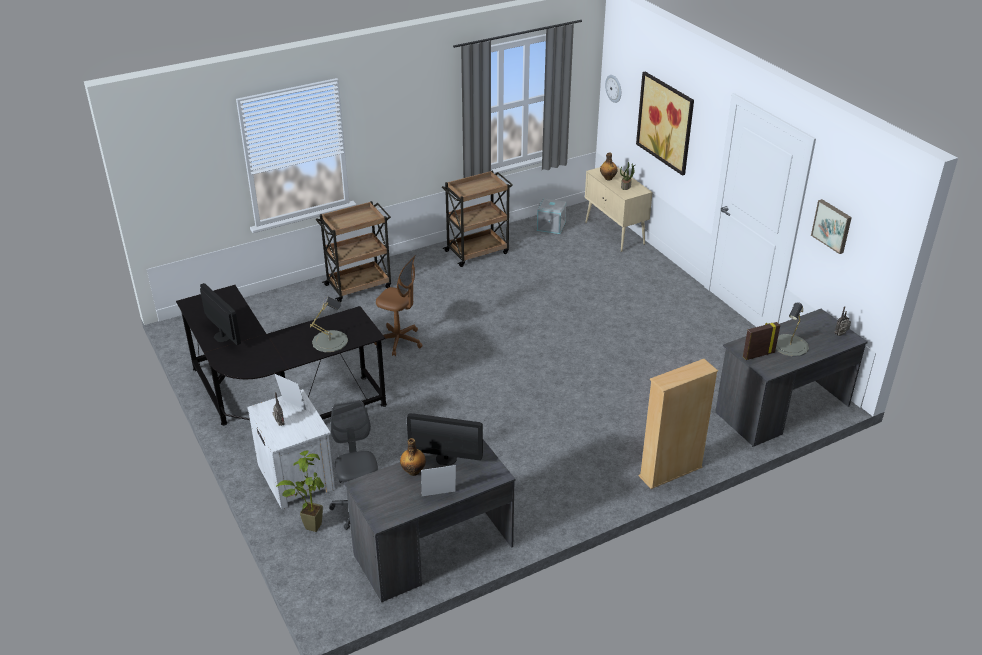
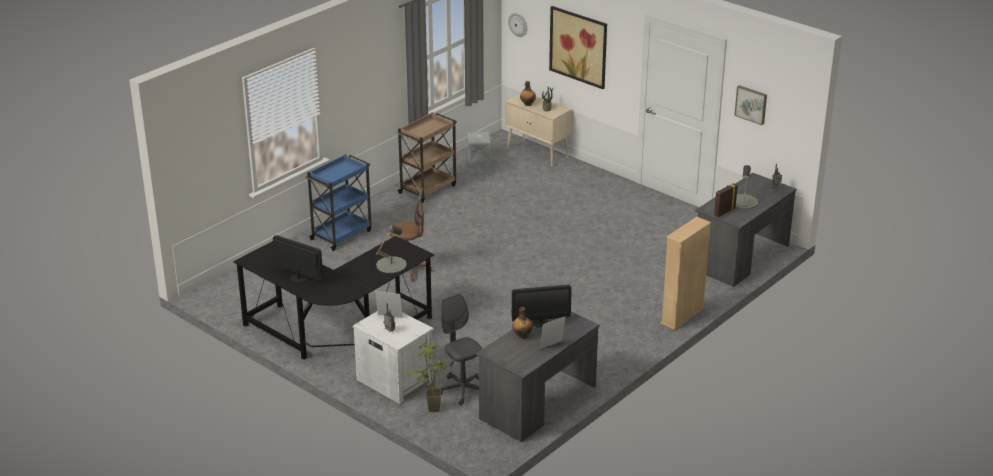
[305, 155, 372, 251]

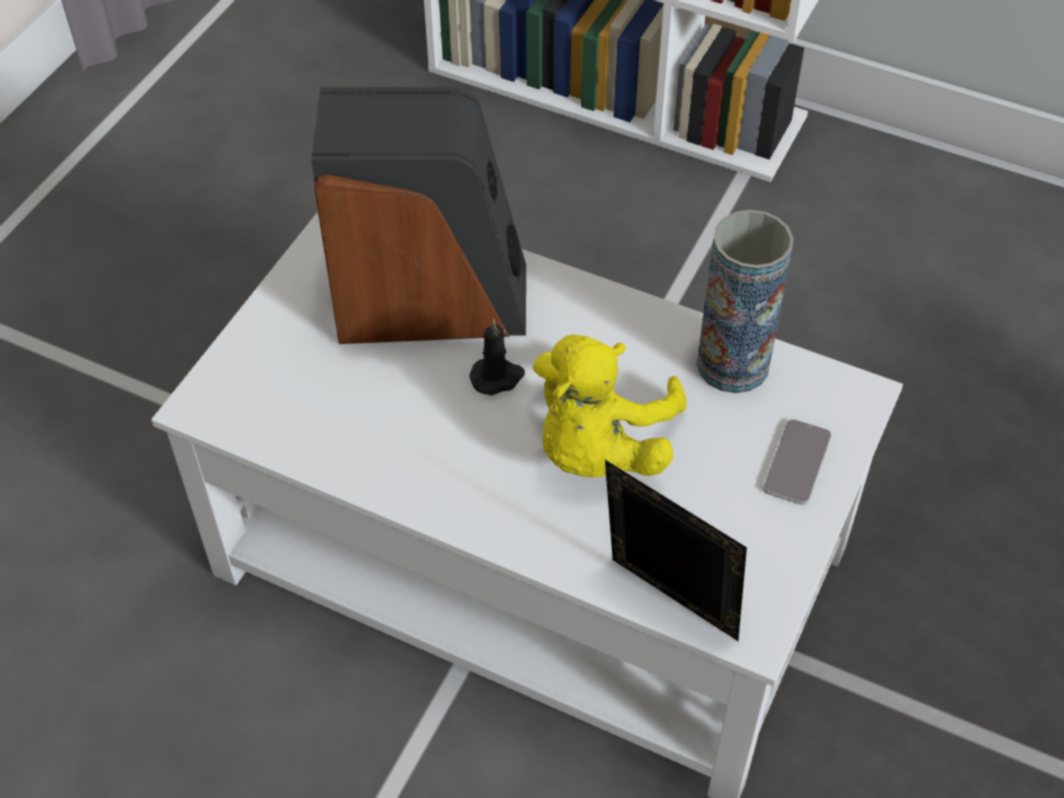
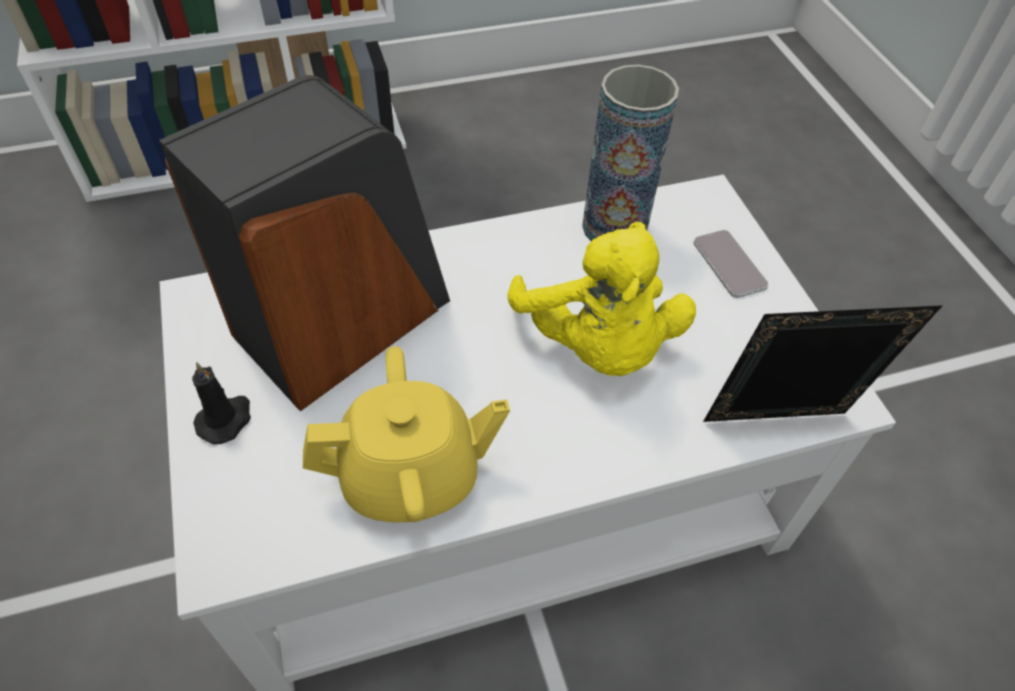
[192, 362, 251, 444]
[303, 346, 510, 522]

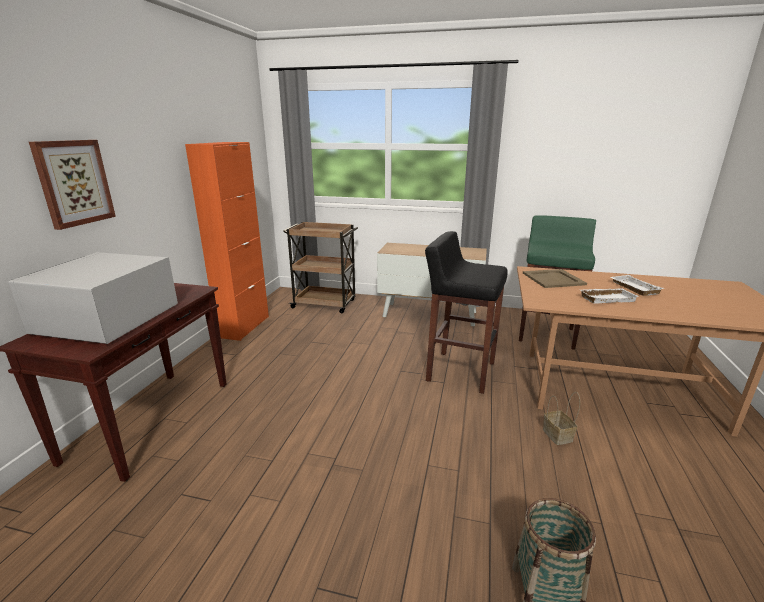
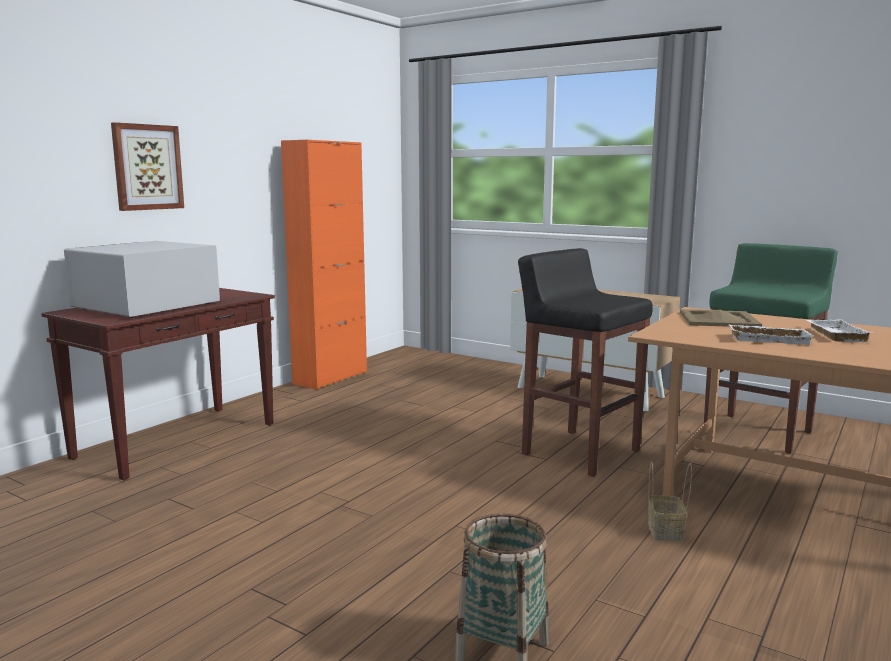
[283, 222, 358, 313] (first image)

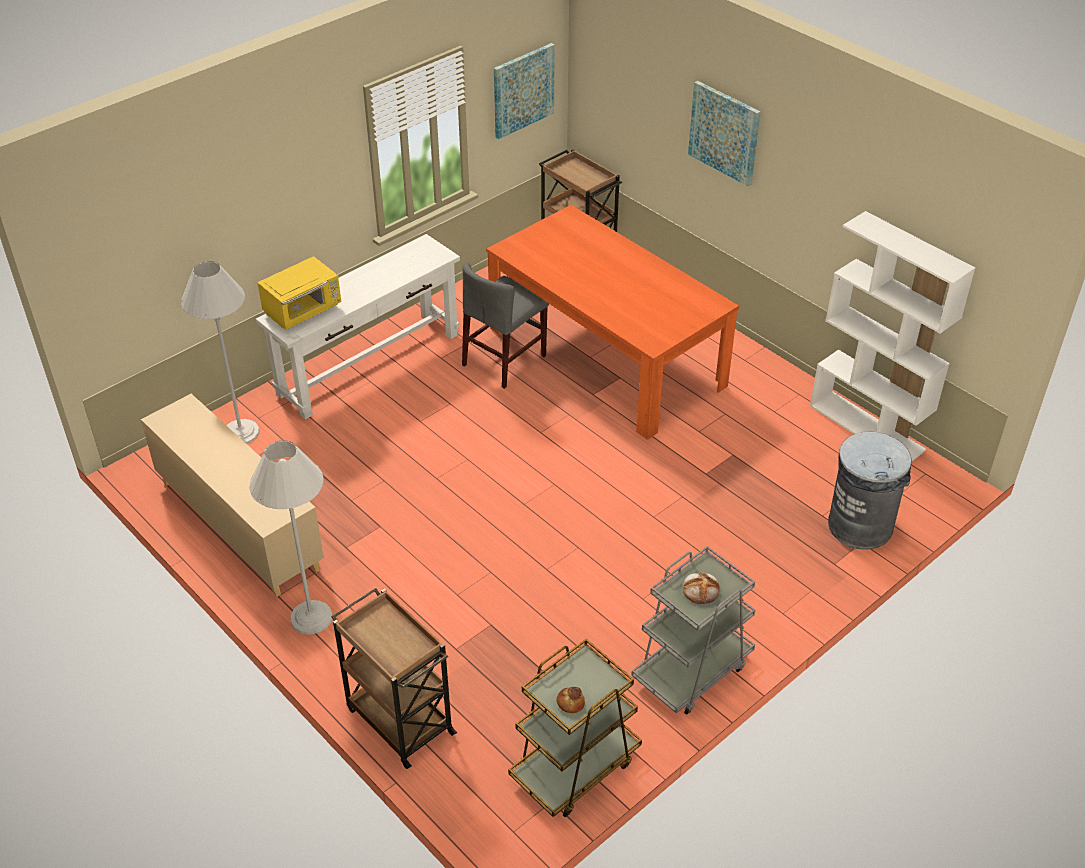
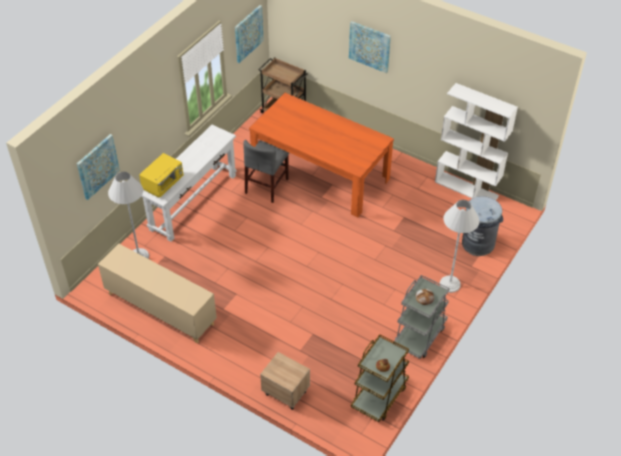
[440, 200, 479, 293]
[260, 352, 310, 410]
[77, 134, 120, 200]

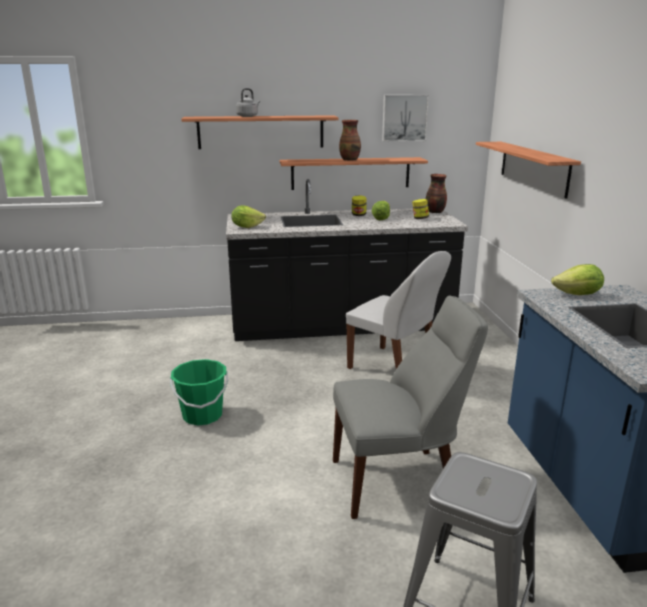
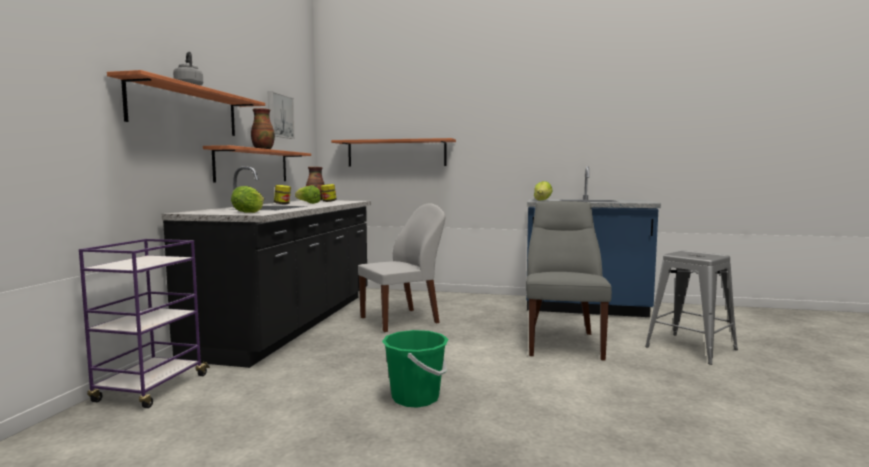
[79, 239, 210, 408]

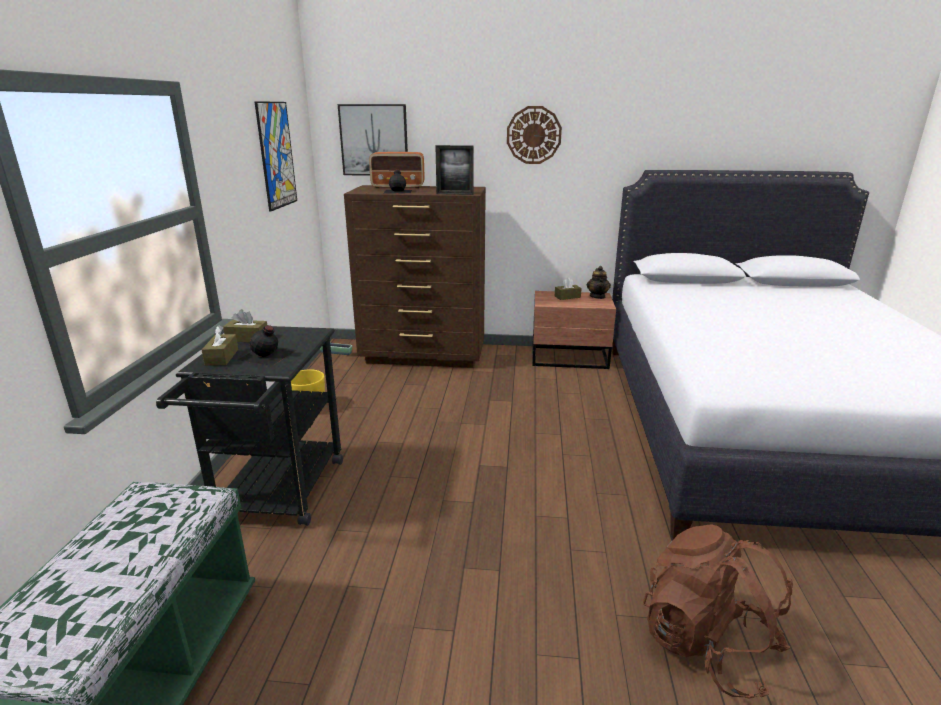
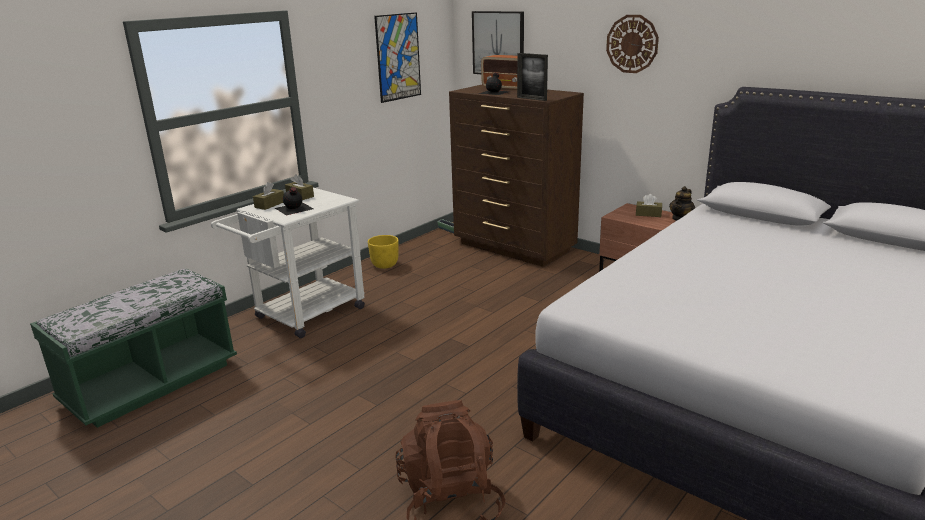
[211, 188, 365, 338]

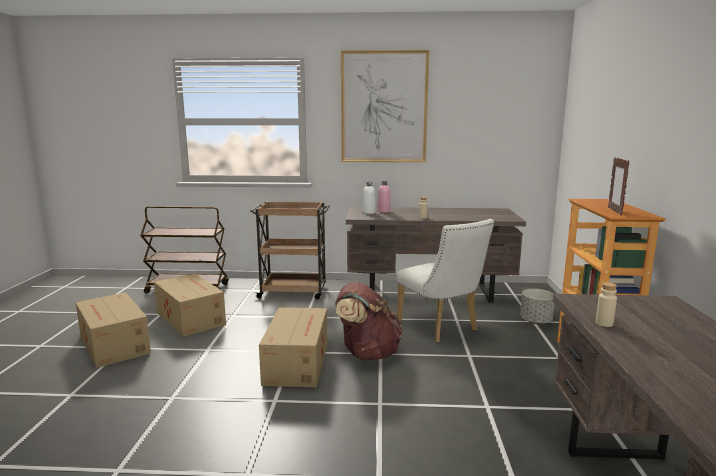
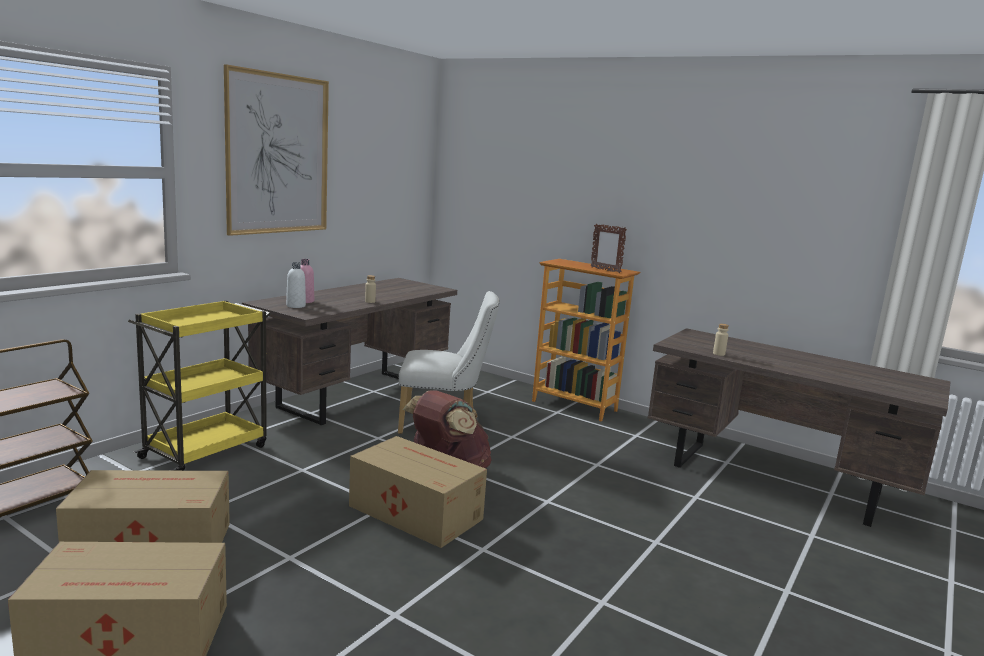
[128, 300, 271, 471]
[520, 289, 554, 324] (first image)

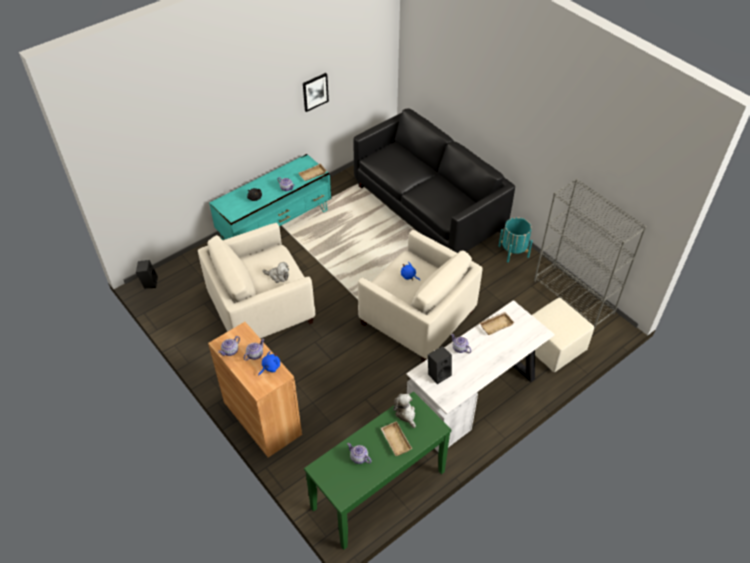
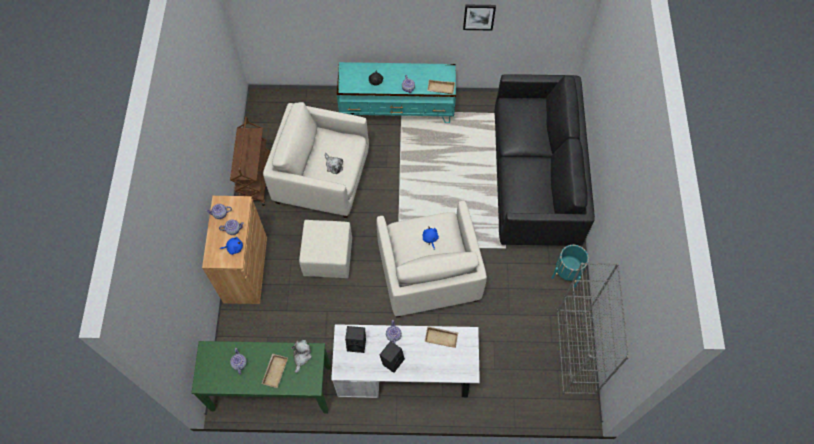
[380, 341, 405, 373]
[299, 220, 352, 278]
[230, 117, 270, 206]

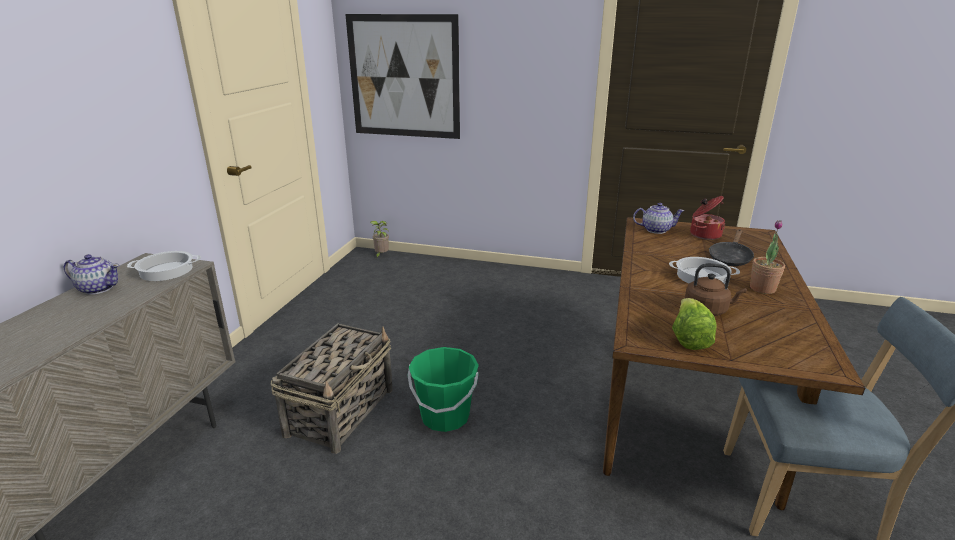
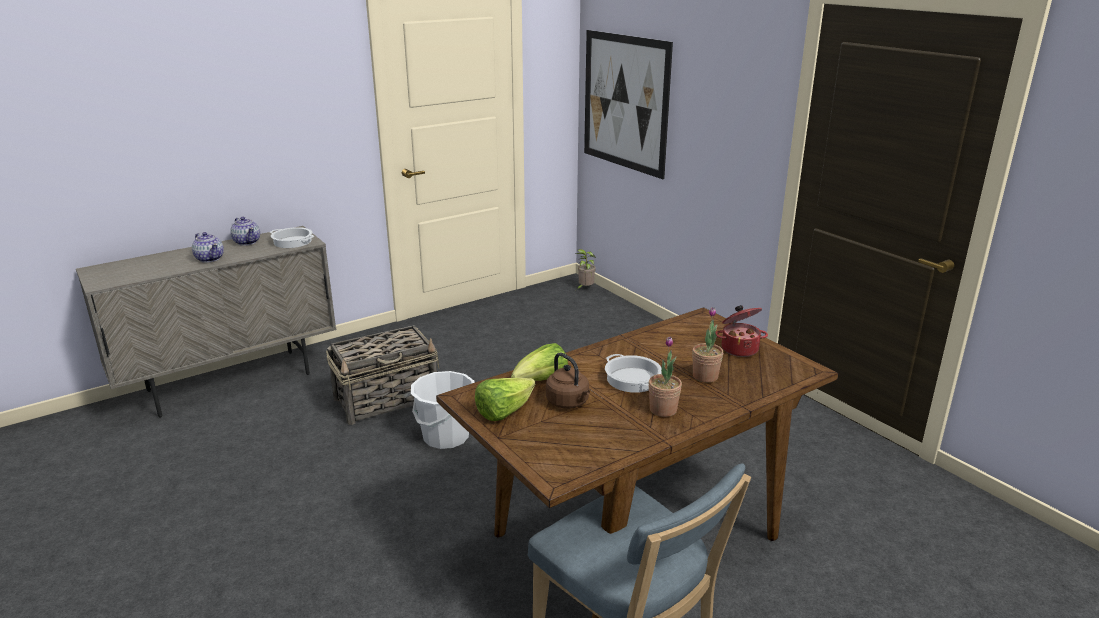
[192, 232, 224, 262]
[692, 307, 723, 383]
[411, 371, 475, 449]
[511, 343, 568, 381]

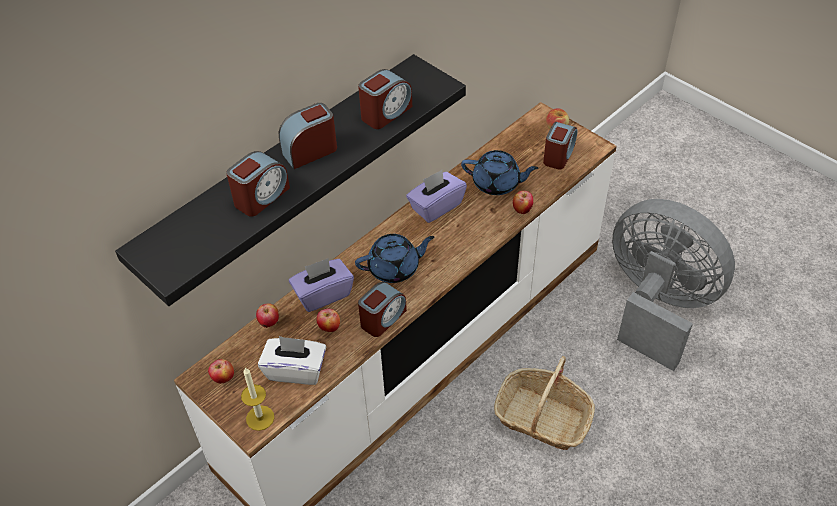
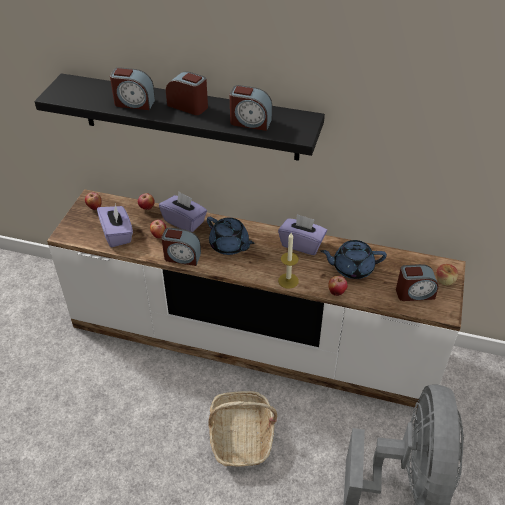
[320, 240, 387, 279]
[97, 204, 133, 247]
[278, 233, 299, 289]

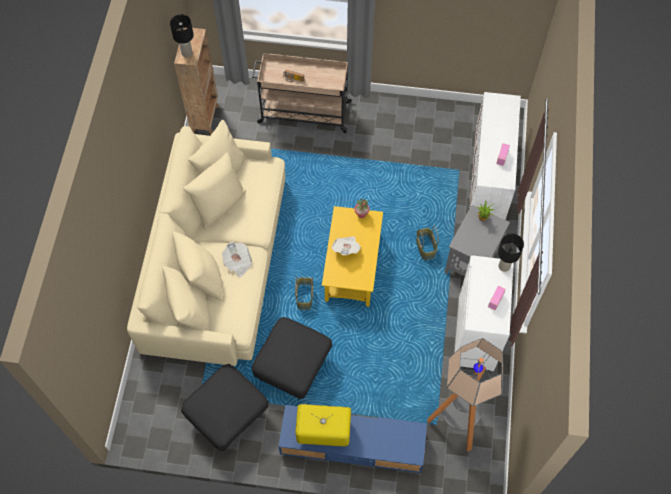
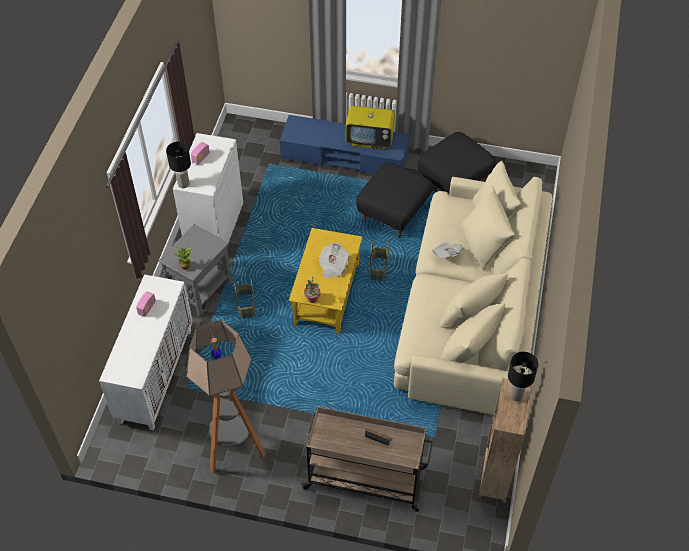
[186, 320, 265, 473]

